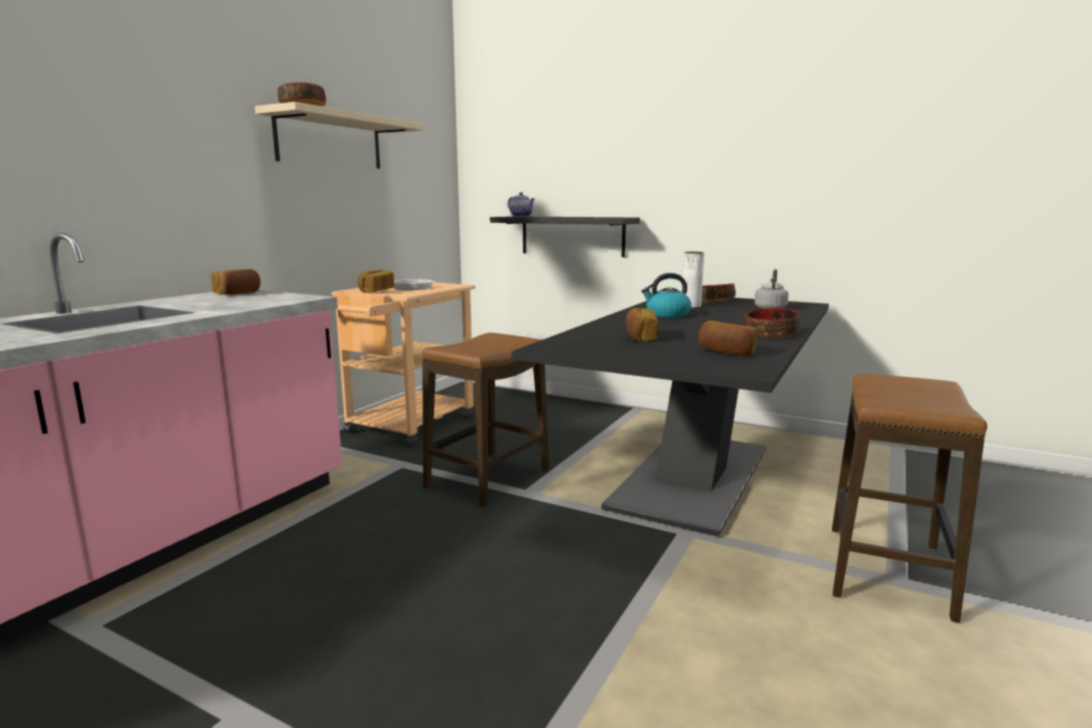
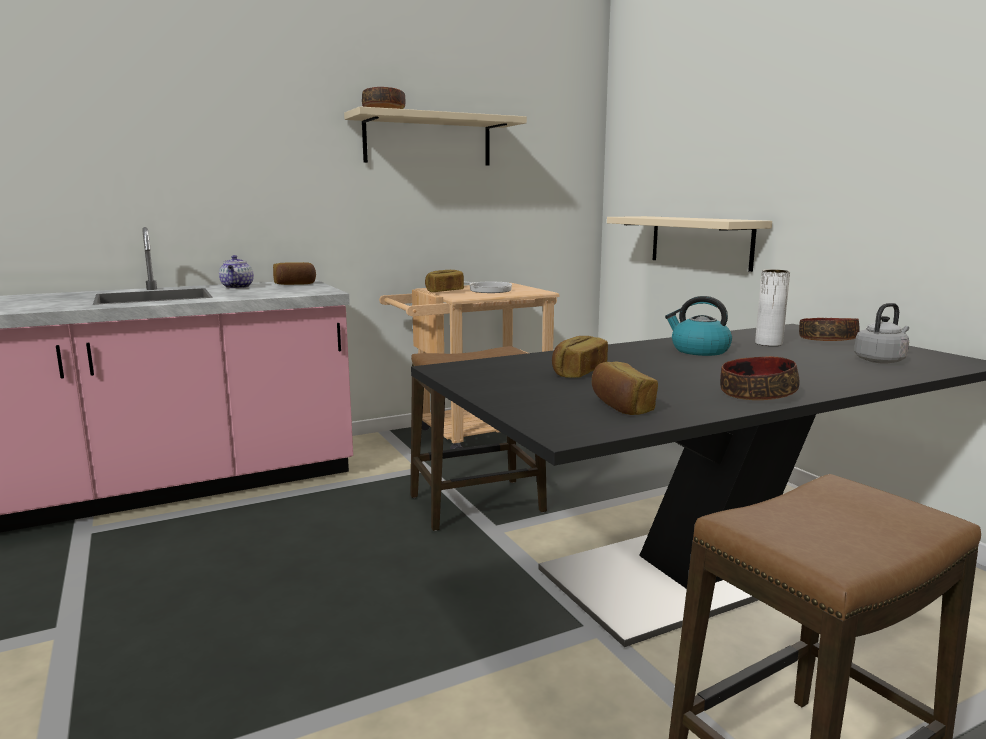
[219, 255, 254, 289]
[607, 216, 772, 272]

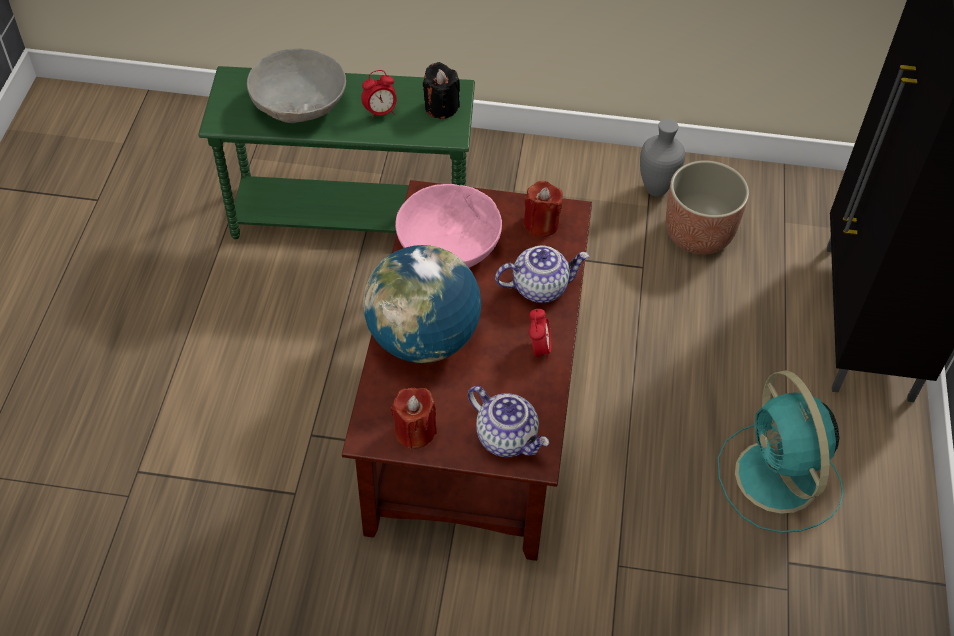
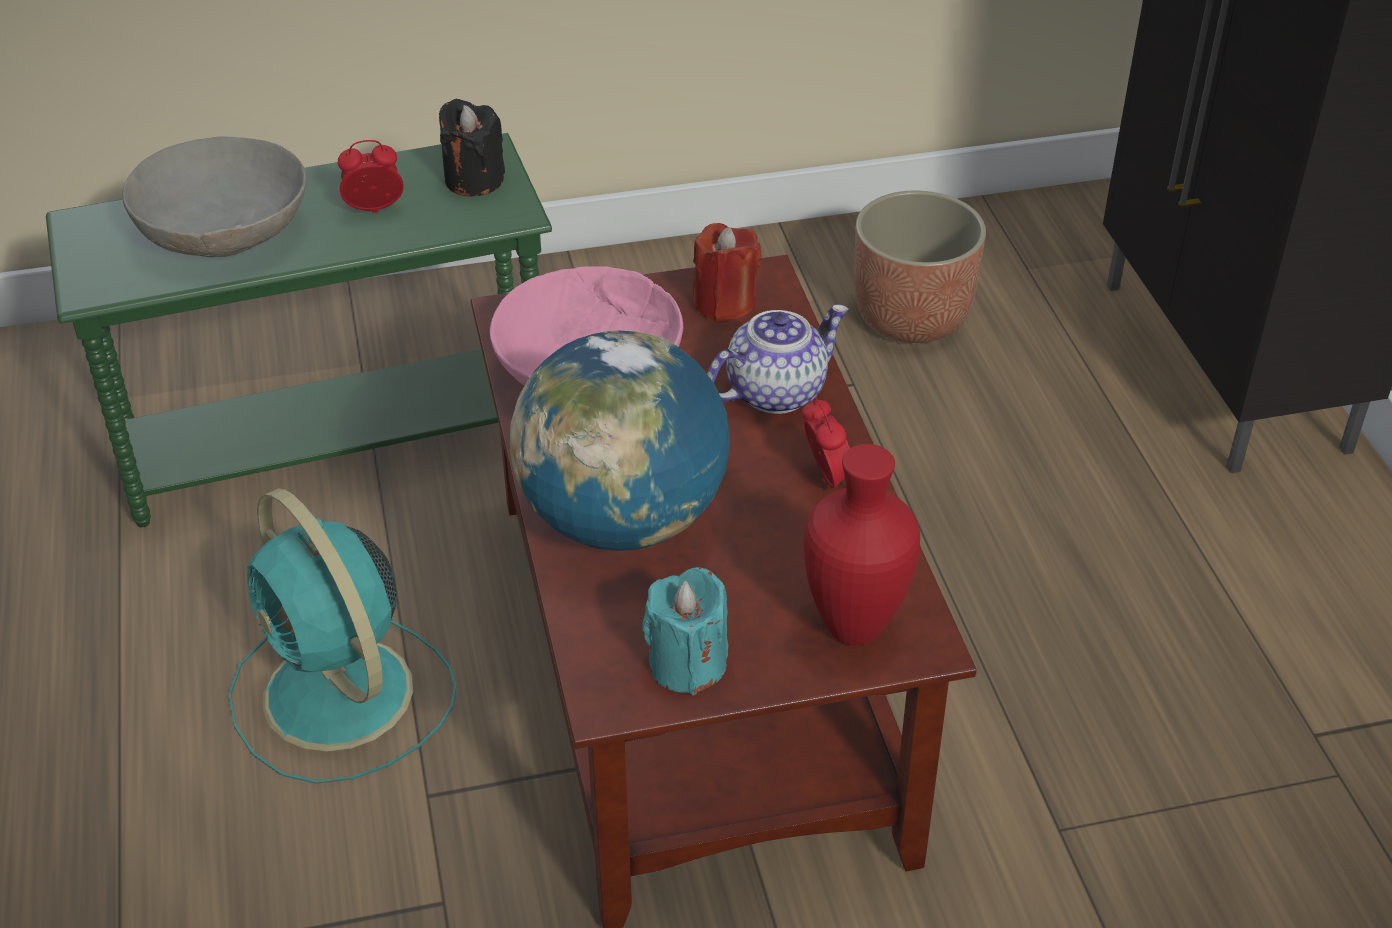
[338, 140, 404, 214]
[640, 119, 685, 196] (first image)
[228, 488, 456, 784]
[804, 444, 920, 645]
[642, 567, 728, 695]

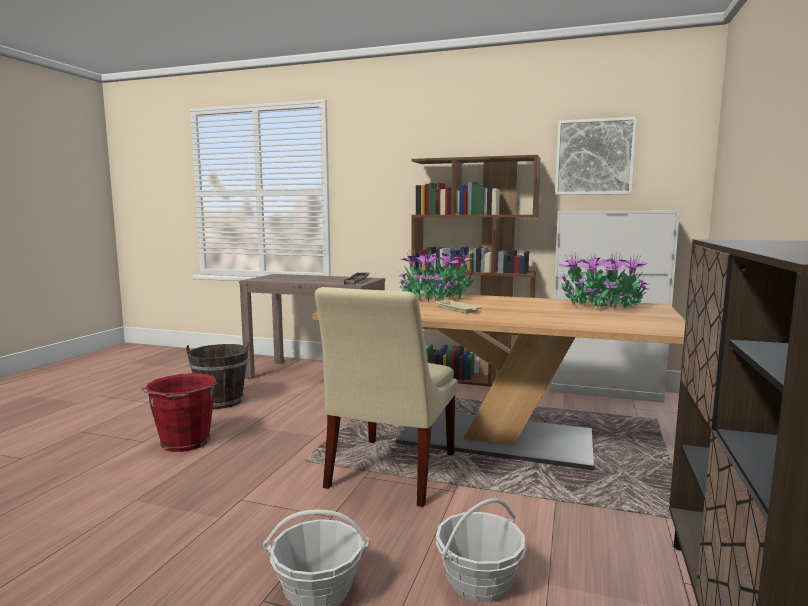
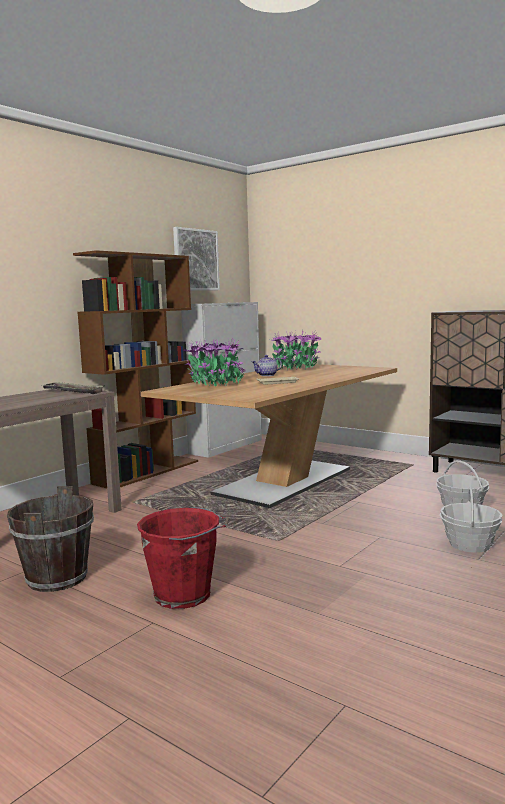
[314, 287, 458, 507] (first image)
[252, 355, 282, 376]

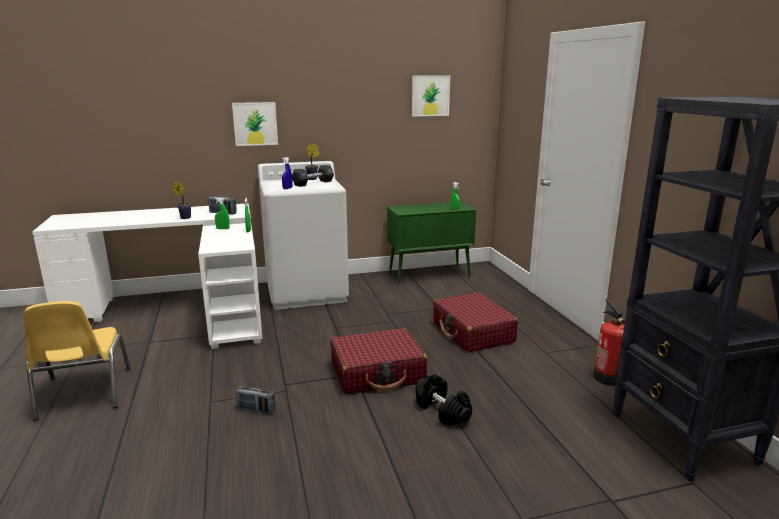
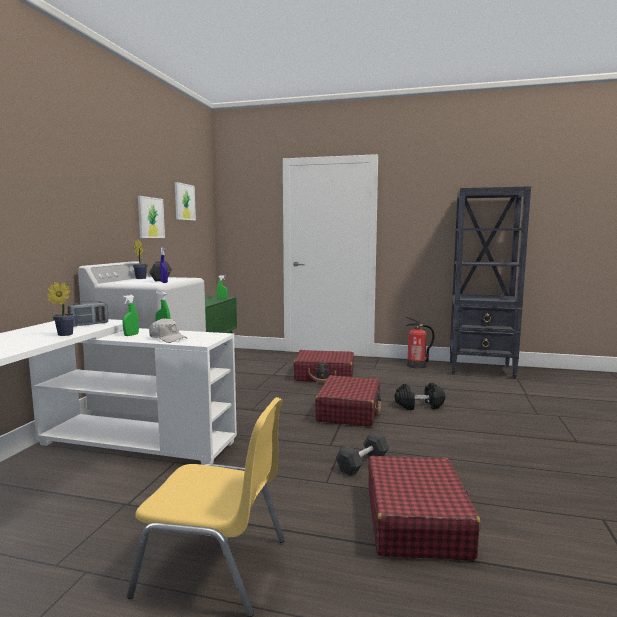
[138, 196, 165, 238]
[336, 432, 389, 475]
[149, 318, 187, 343]
[368, 456, 481, 561]

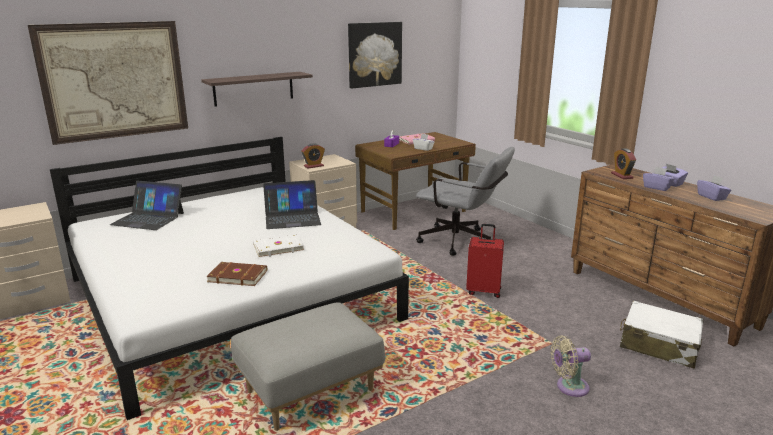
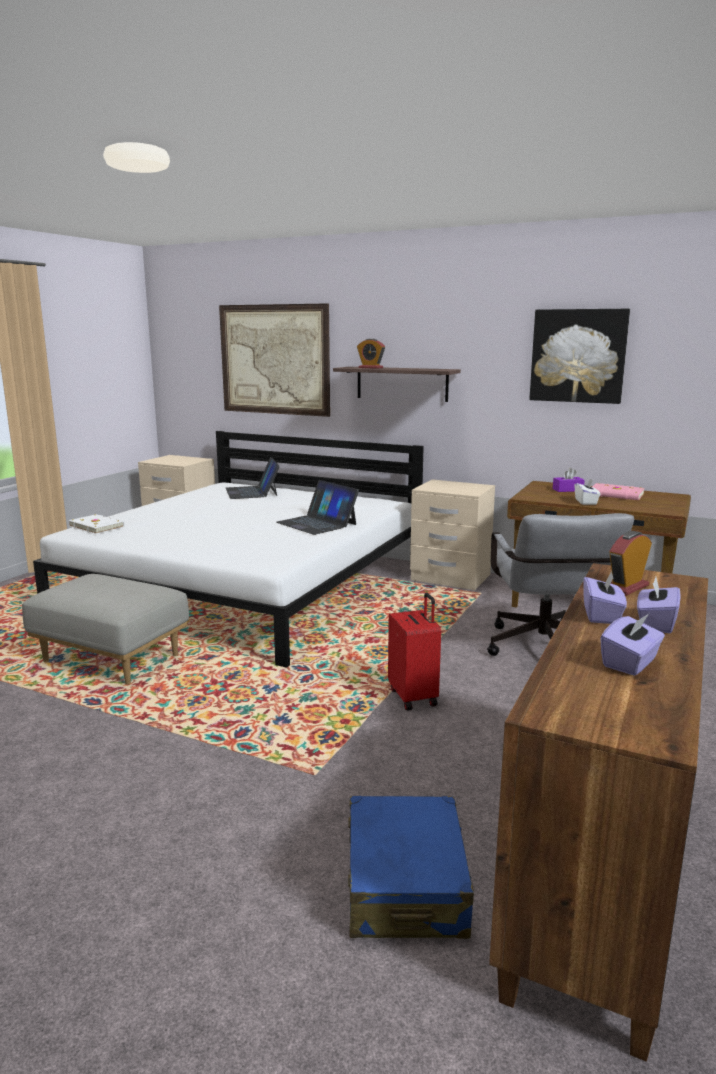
[357, 338, 385, 369]
[68, 514, 125, 534]
[206, 262, 267, 286] (first image)
[348, 796, 474, 939]
[551, 336, 591, 397] (first image)

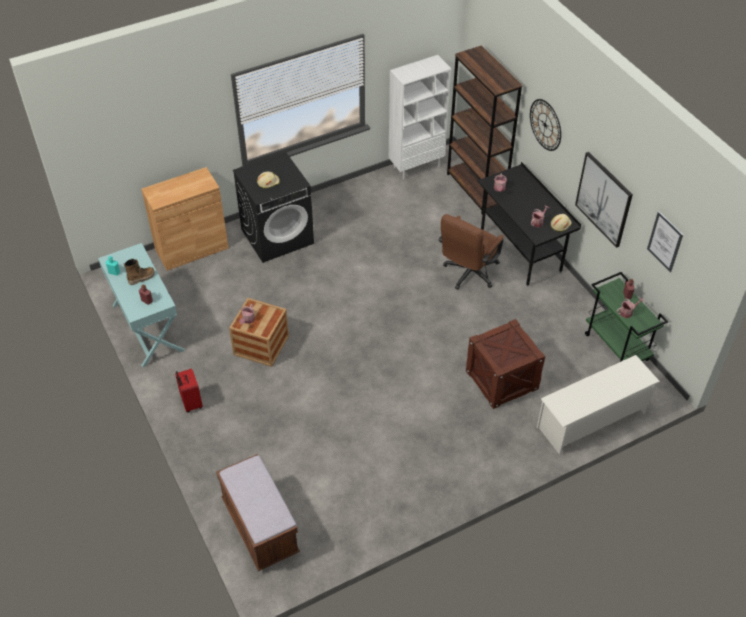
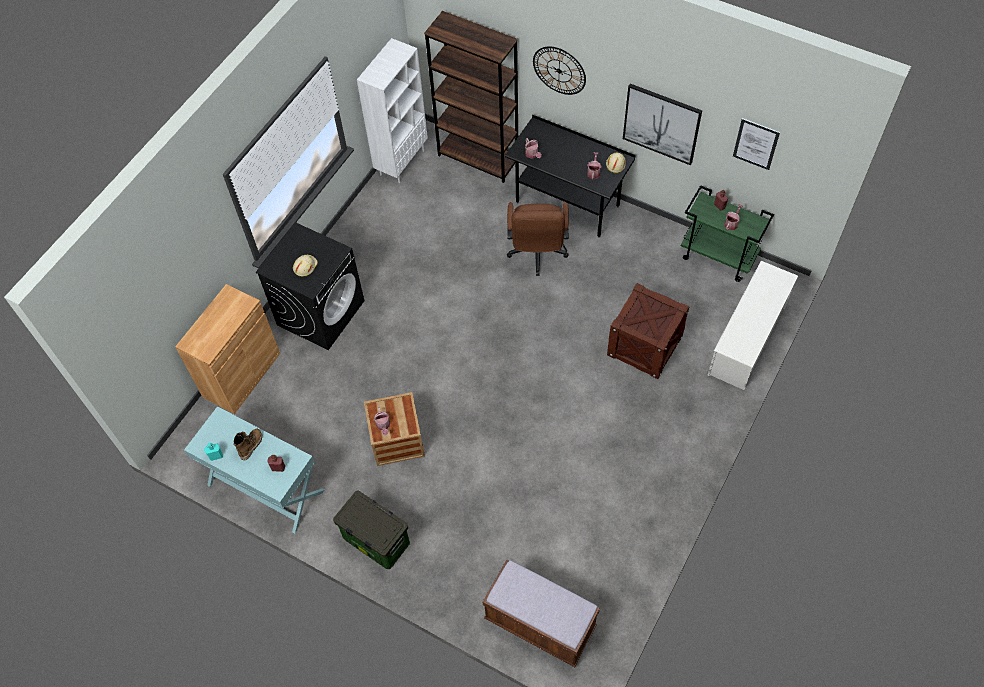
[333, 491, 410, 569]

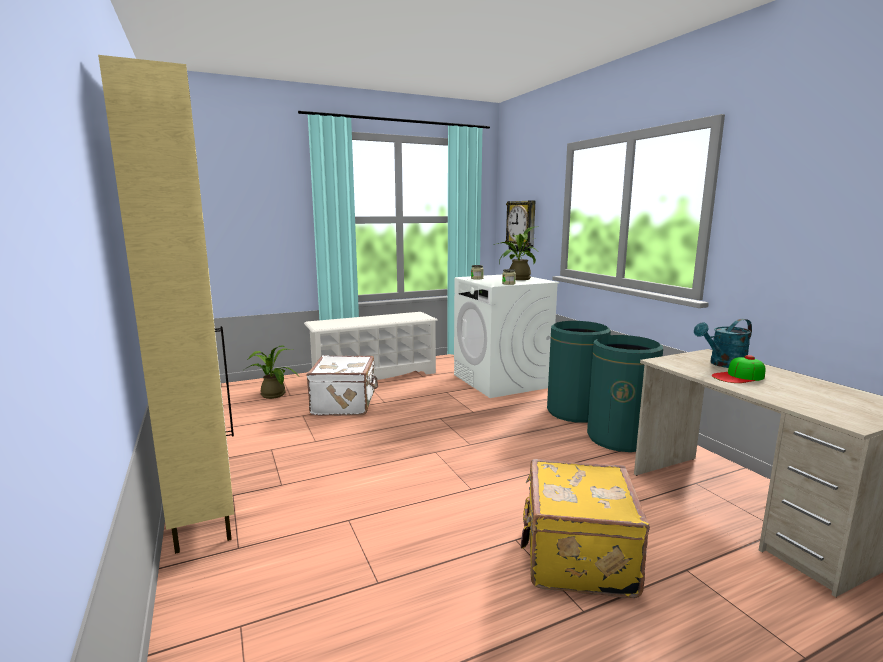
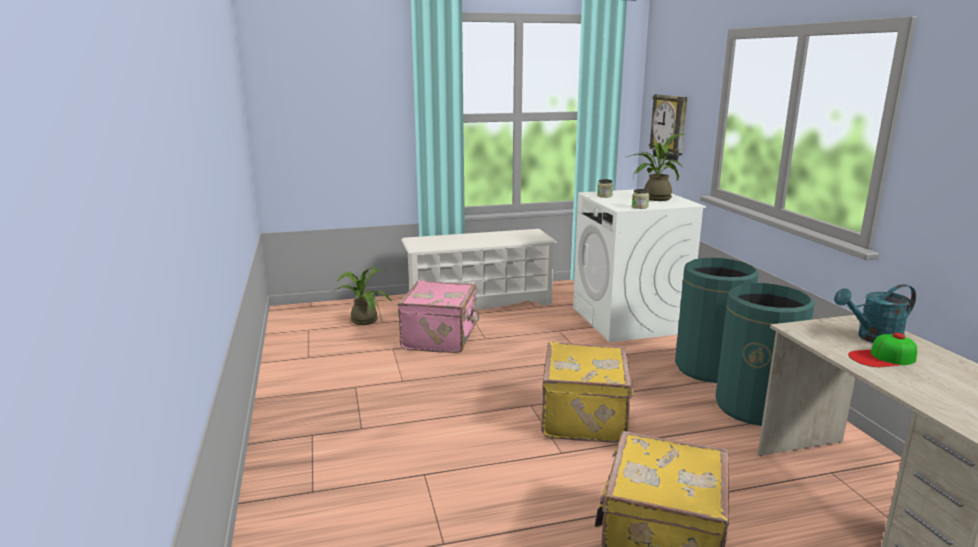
[98, 55, 234, 554] (first image)
[398, 280, 479, 353]
[541, 342, 634, 443]

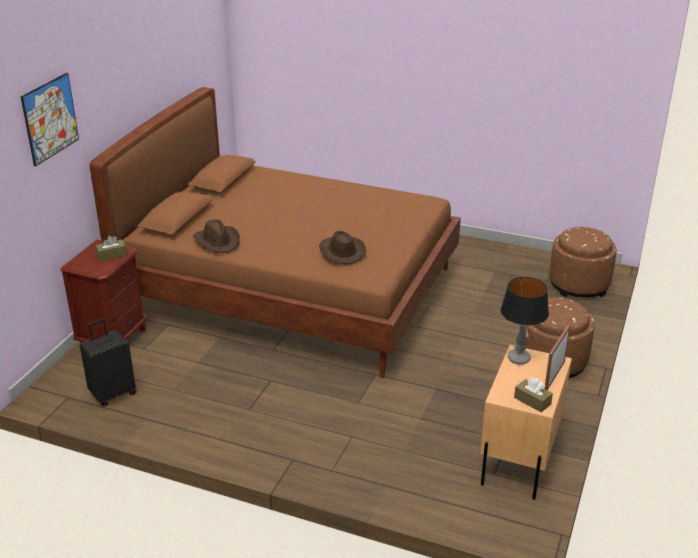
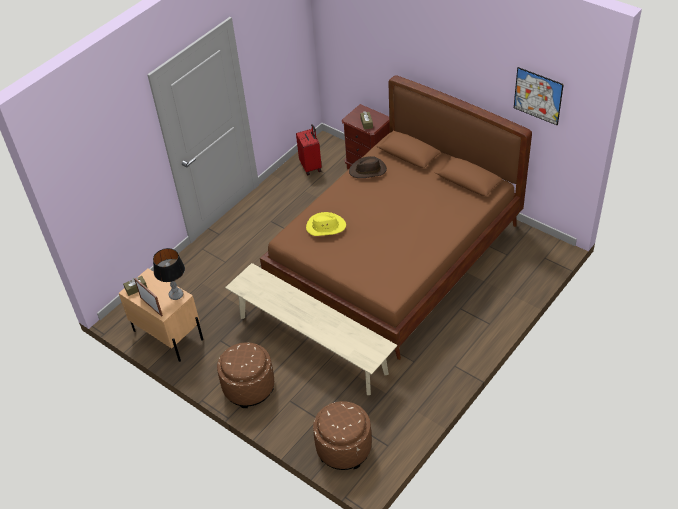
[514, 67, 564, 125]
[306, 212, 346, 236]
[296, 124, 322, 175]
[225, 263, 397, 395]

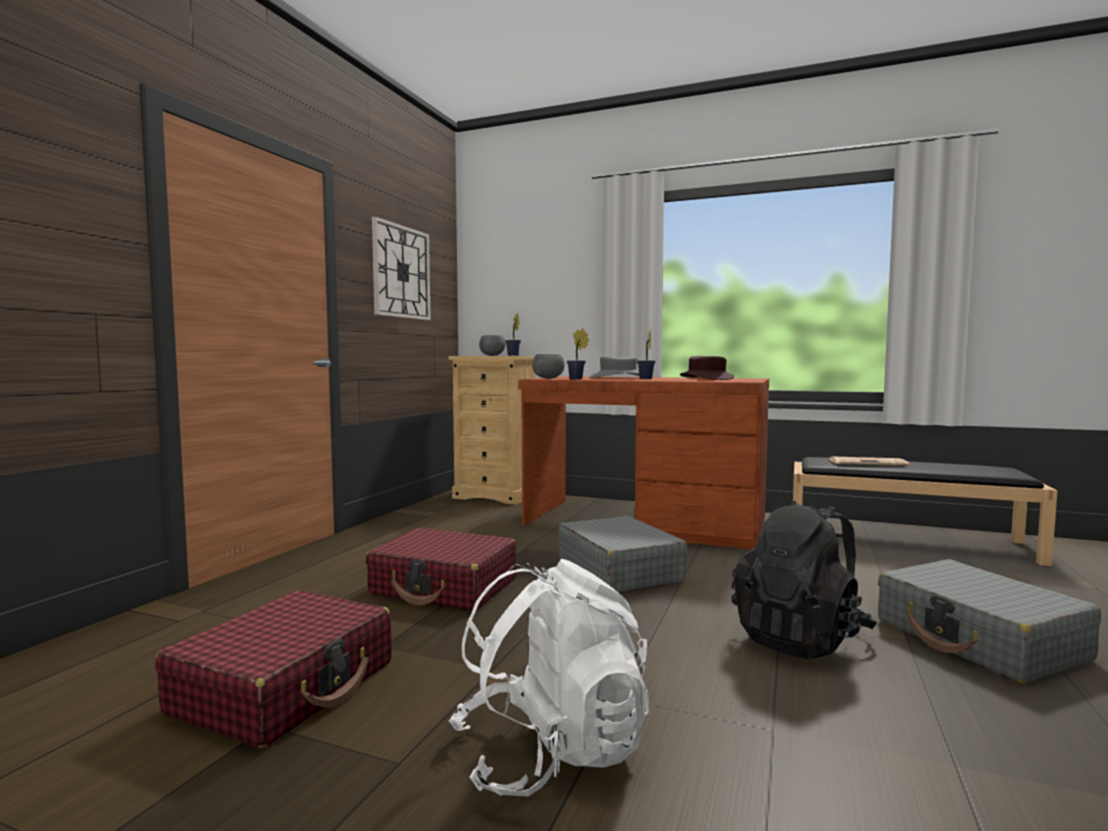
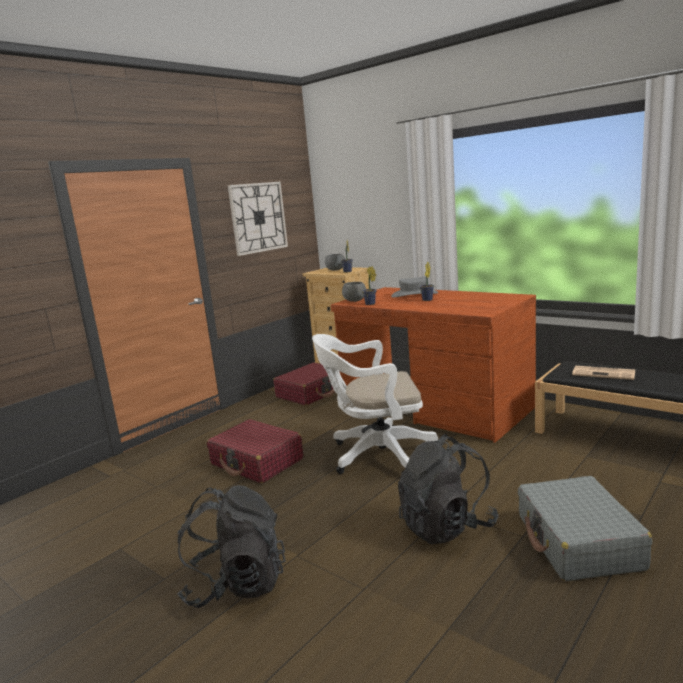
[680, 356, 735, 380] (first image)
[312, 334, 438, 475]
[177, 485, 286, 608]
[273, 363, 340, 405]

